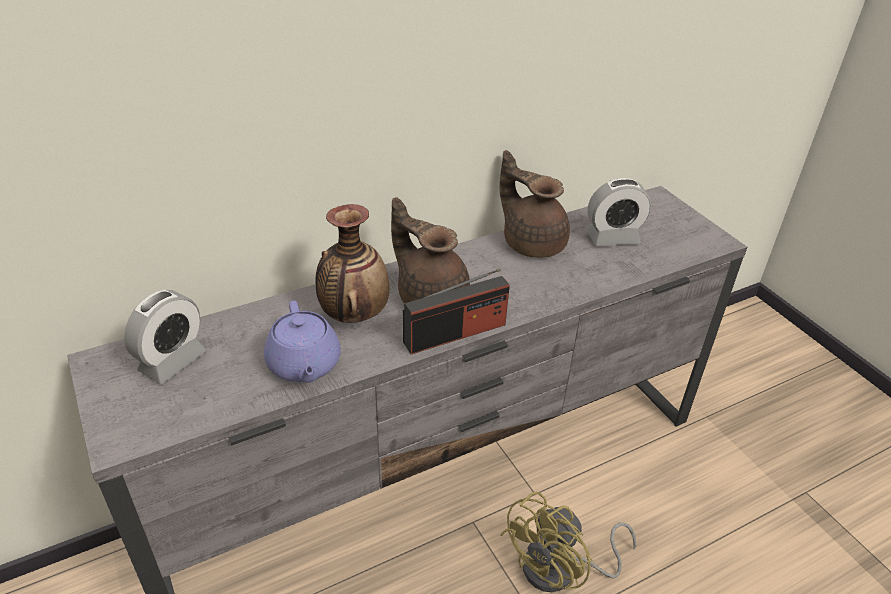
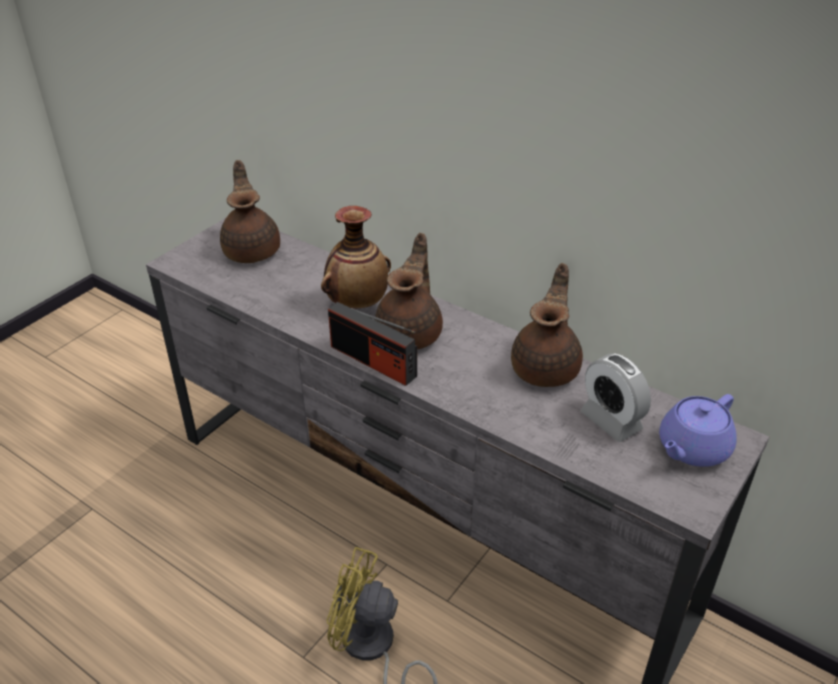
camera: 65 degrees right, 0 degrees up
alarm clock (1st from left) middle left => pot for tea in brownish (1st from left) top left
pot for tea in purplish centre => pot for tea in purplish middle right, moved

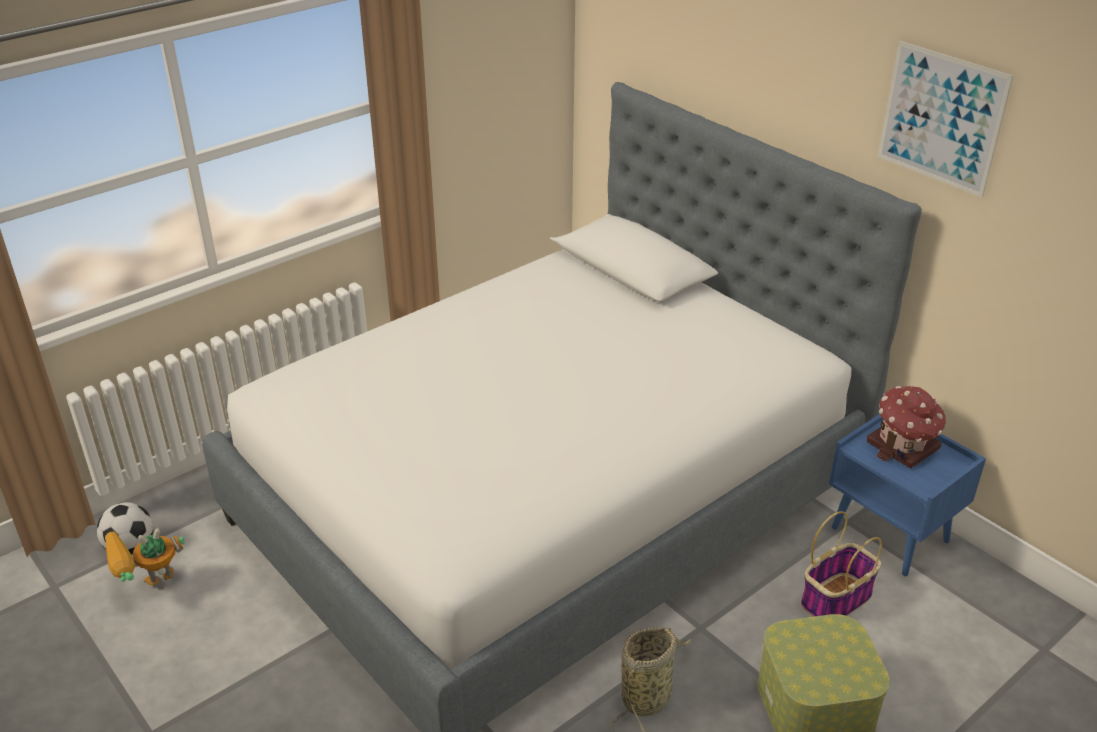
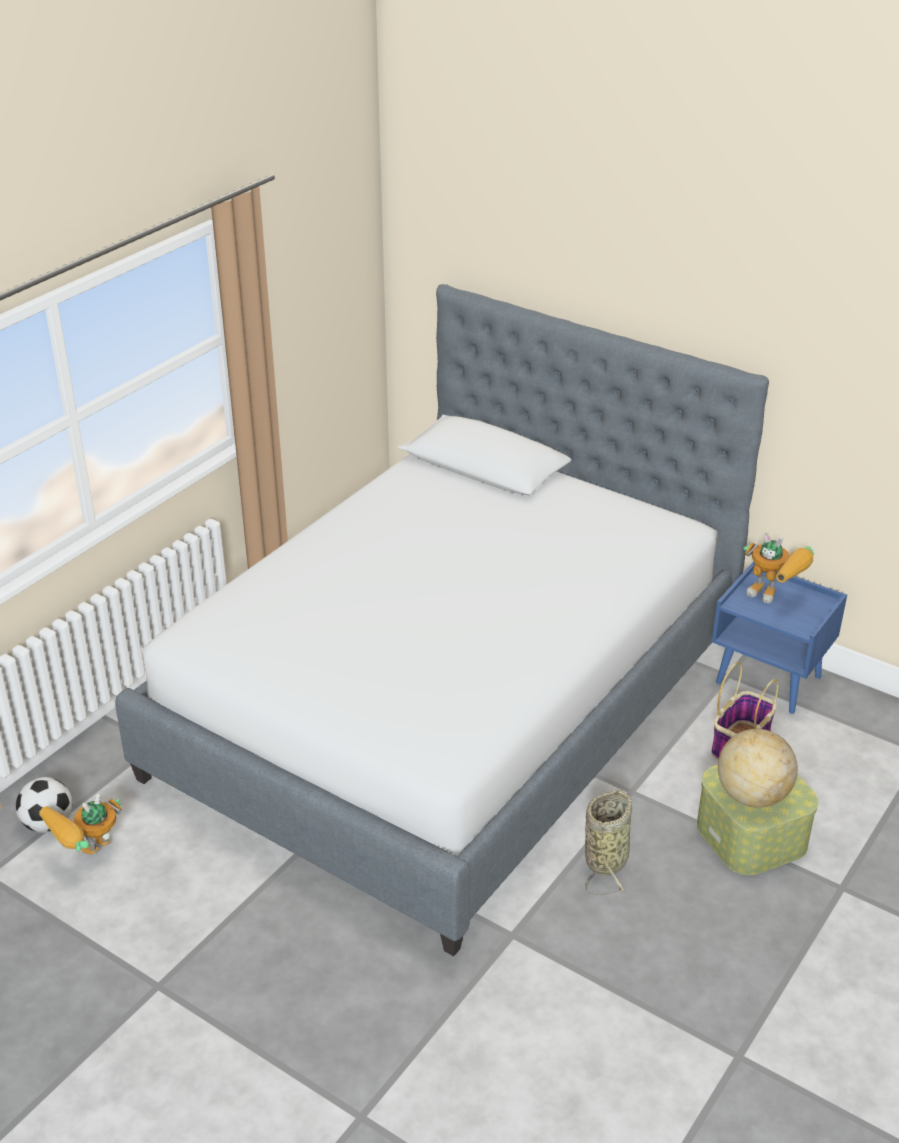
camera: 15 degrees left, 0 degrees up
nothing => globe bottom right
miniature house middle right => toy robot (2nd from left) middle right
wall picture top right => nothing

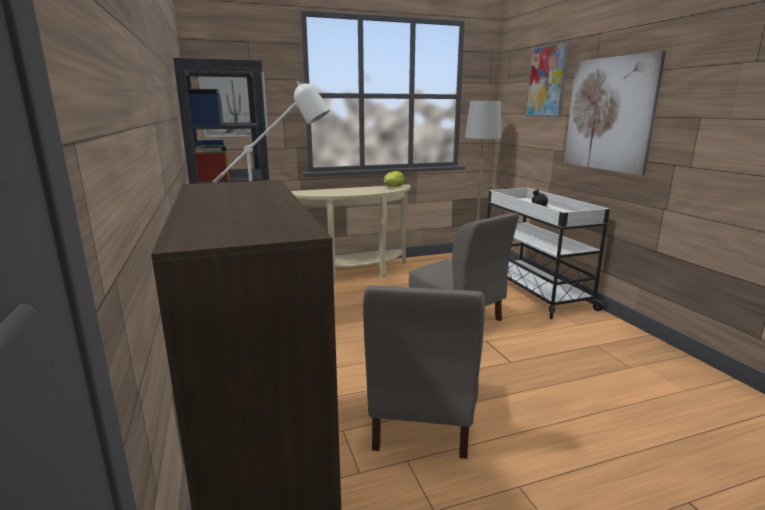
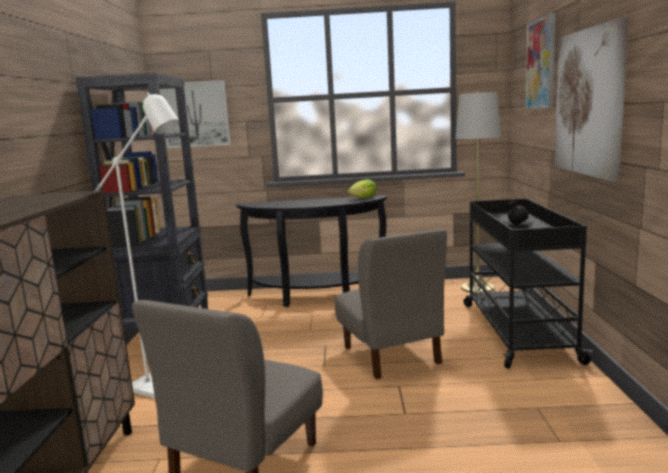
camera: 20 degrees right, 5 degrees down
narrow table in beige centre => narrow table in black centre
wheeled cart in white-coloured middle right => wheeled cart in black middle right

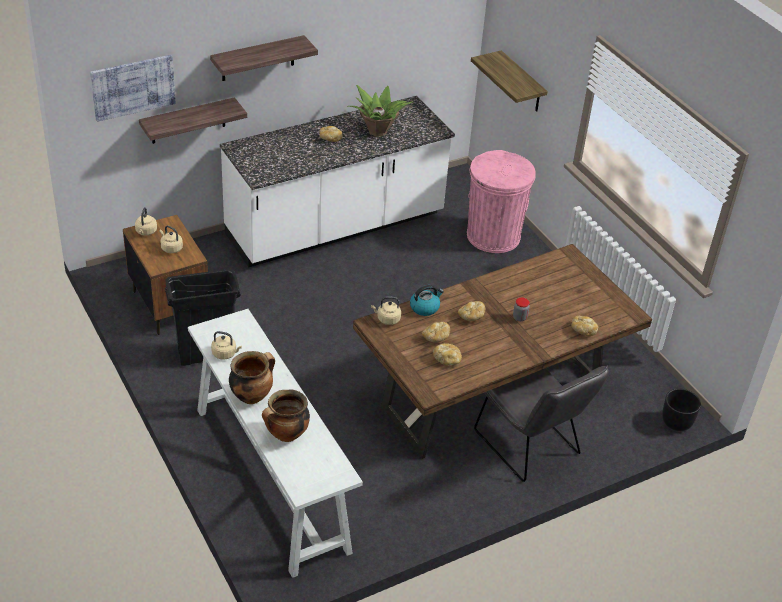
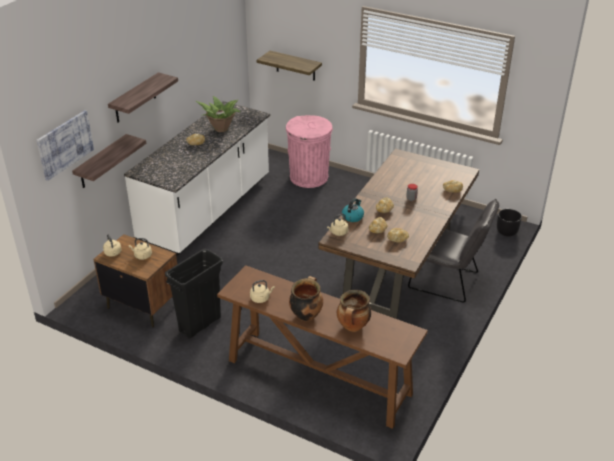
camera: 30 degrees left, 5 degrees down
narrow table in white-coloured bottom centre => narrow table in brownish bottom centre

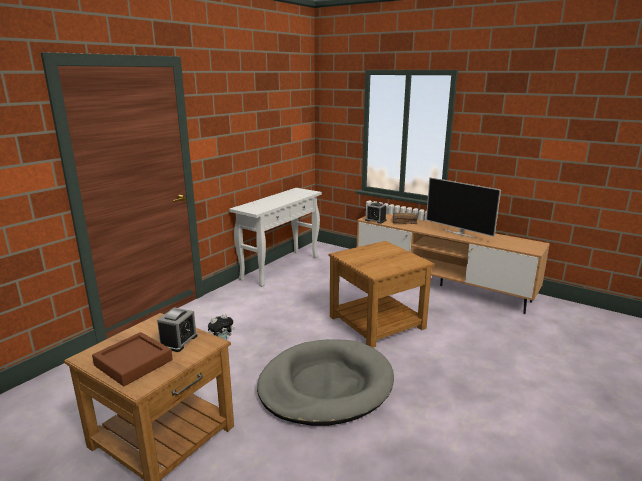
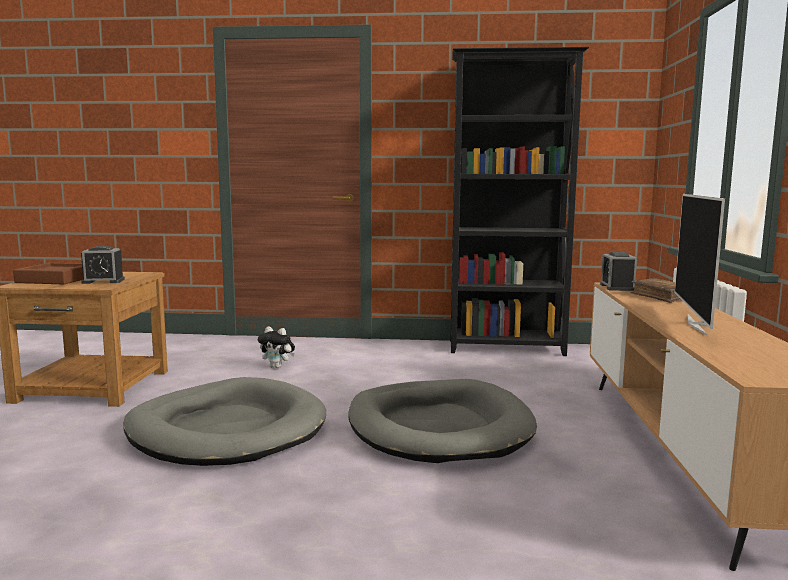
camera: 60 degrees right, 10 degrees down
end table in brownish (2nd from left) centre => dog bed in greyish (2nd from left) bottom centre
narrow table in white-coloured centre => bookshelf in black centre

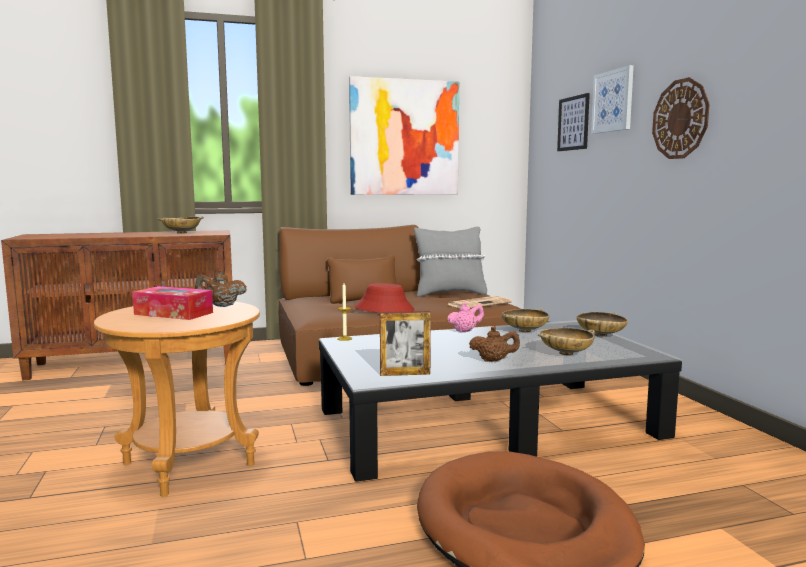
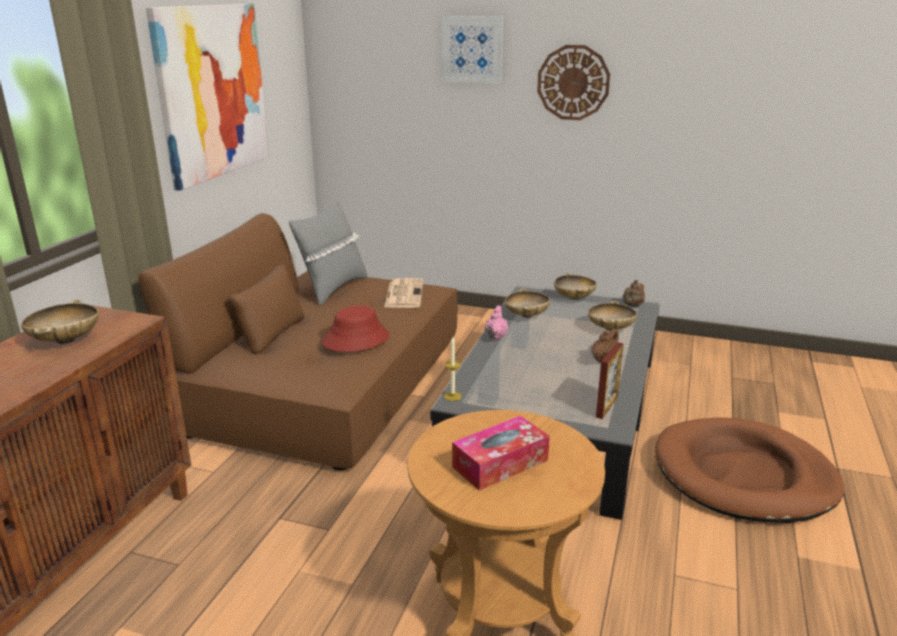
camera: 55 degrees left, 15 degrees up
pot for tea in brownish (1st from left in the first image) middle left => pot for tea in brownish (2nd from left) middle right, moved
wall picture (2nd from left) top right => nothing

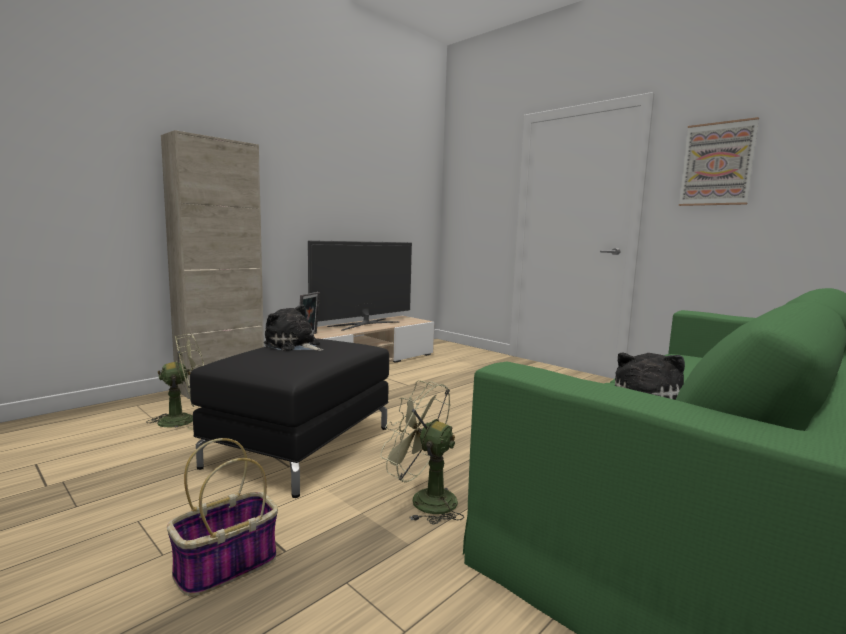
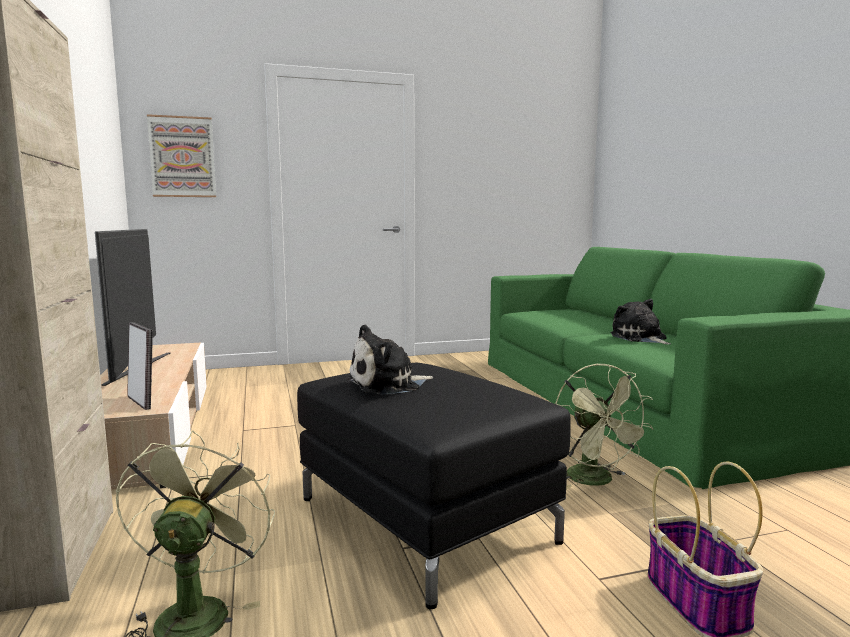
camera: 60 degrees left, 0 degrees up
wall picture top right => wall picture top left, moved
cooling fan in greenish (2nd from left) bottom centre => cooling fan in greenish (2nd from left) bottom right, 75 degrees counterclockwise

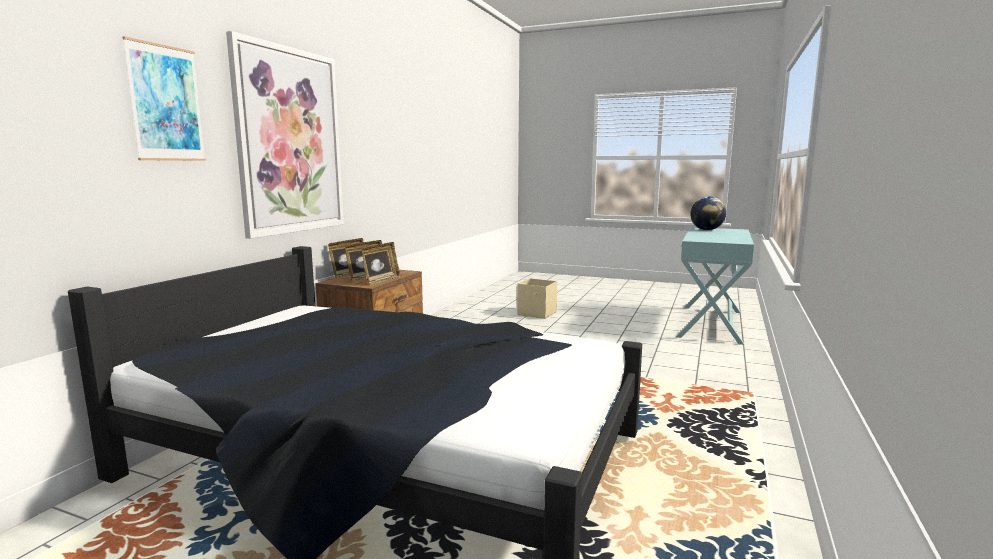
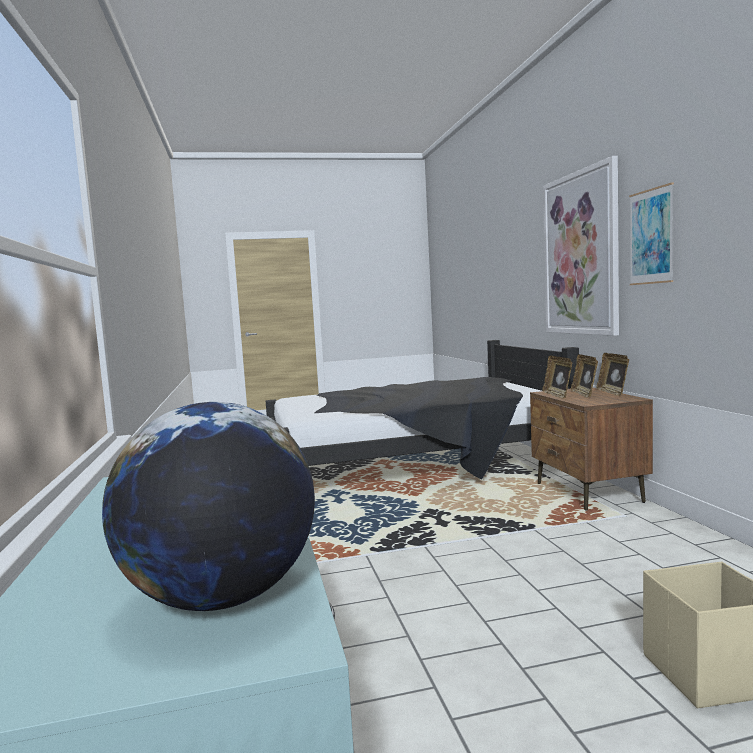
camera: 145 degrees right, 5 degrees down
wall picture (1st from left in the first image) top left => wall picture (2nd from left) top right, moved

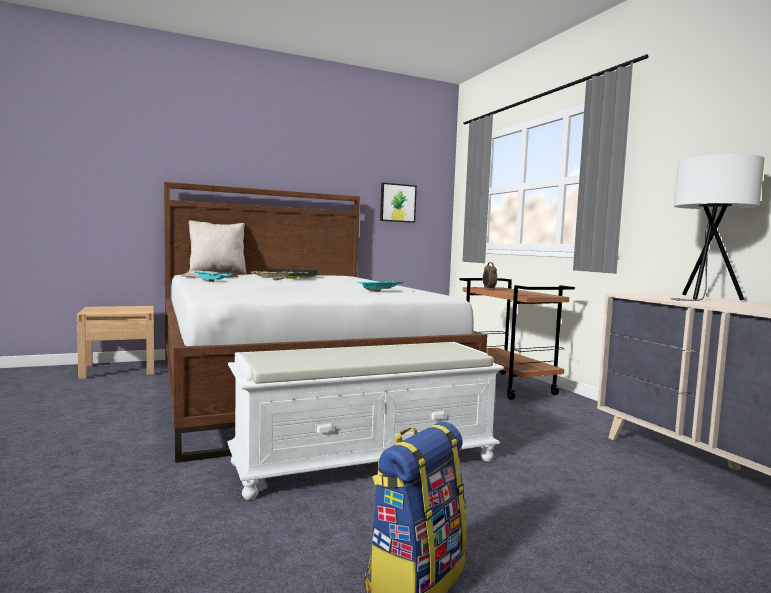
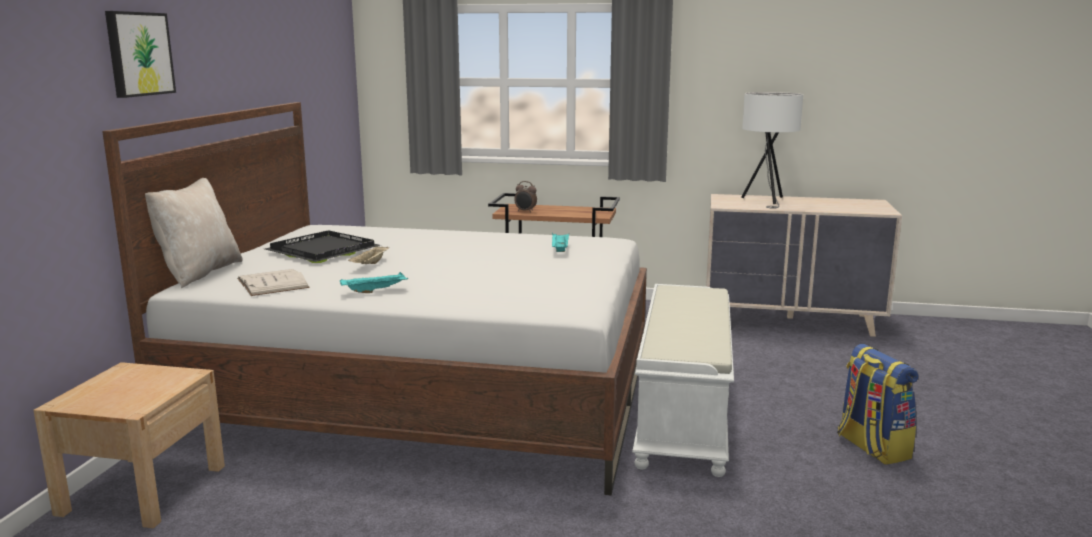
camera: 55 degrees left, 10 degrees up
wall picture centre => wall picture top left, moved

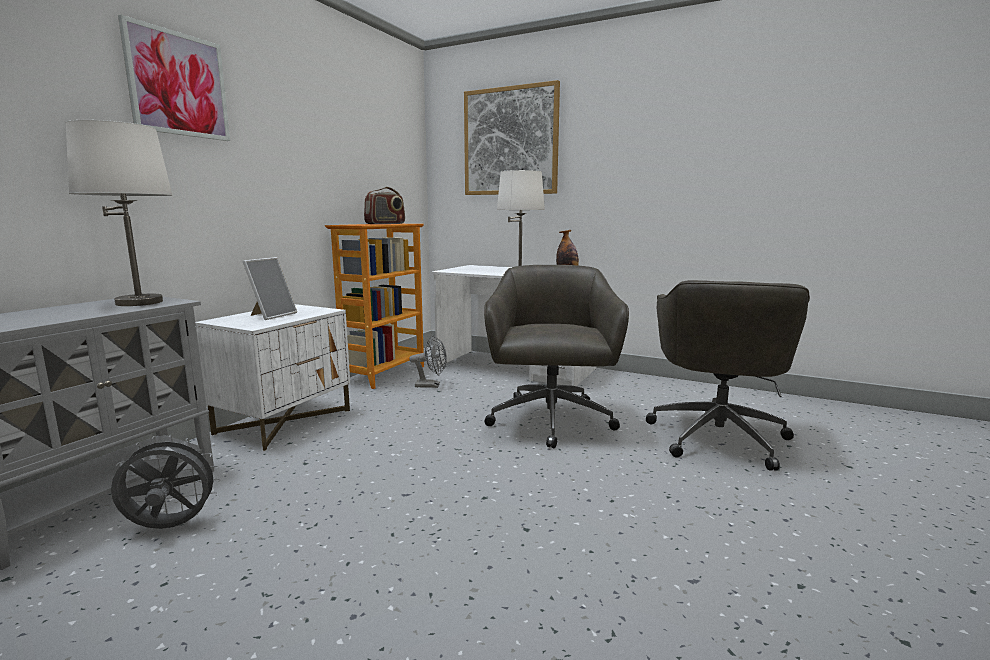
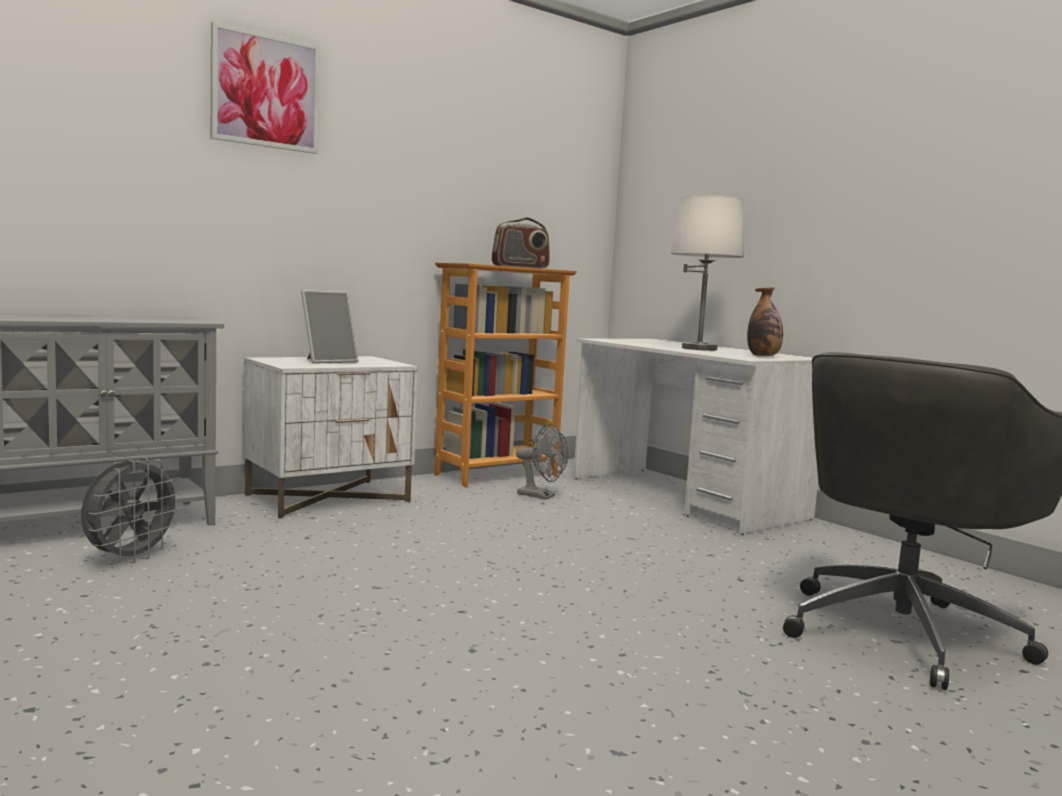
camera: 25 degrees right, 5 degrees down
cooling fan in greyish (1st from left) bottom left => cooling fan in greyish (1st from left) middle left, 105 degrees clockwise
tabletop lamp in white-coloured (1st from left) top left => nothing
wall picture (2nd from left) top centre => nothing
computer chair in greyish (1st from left) centre => nothing

